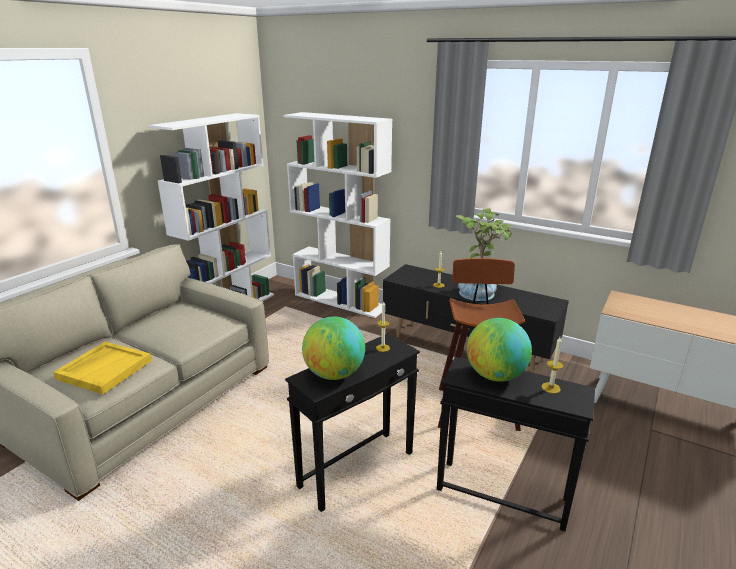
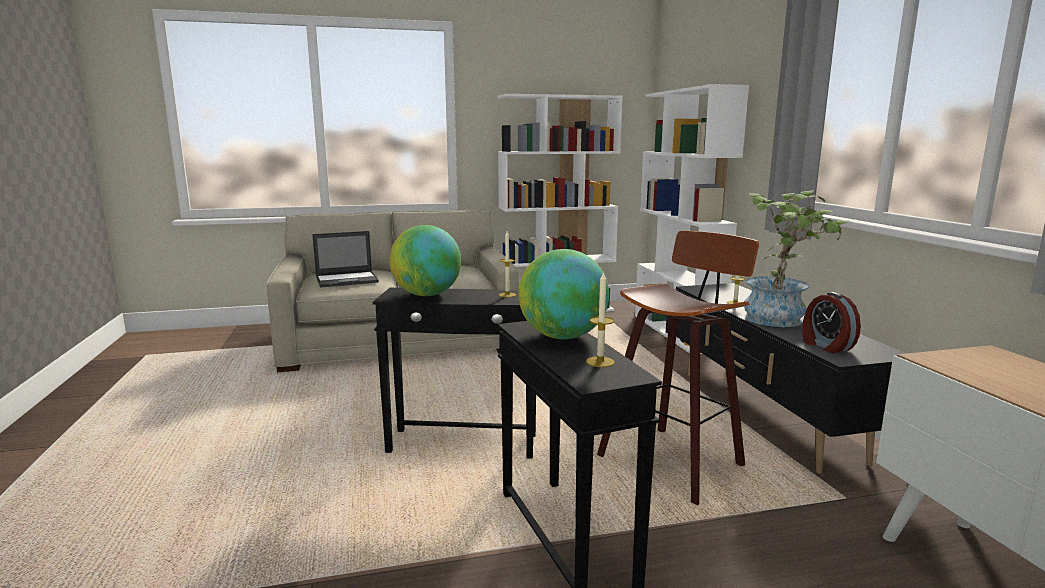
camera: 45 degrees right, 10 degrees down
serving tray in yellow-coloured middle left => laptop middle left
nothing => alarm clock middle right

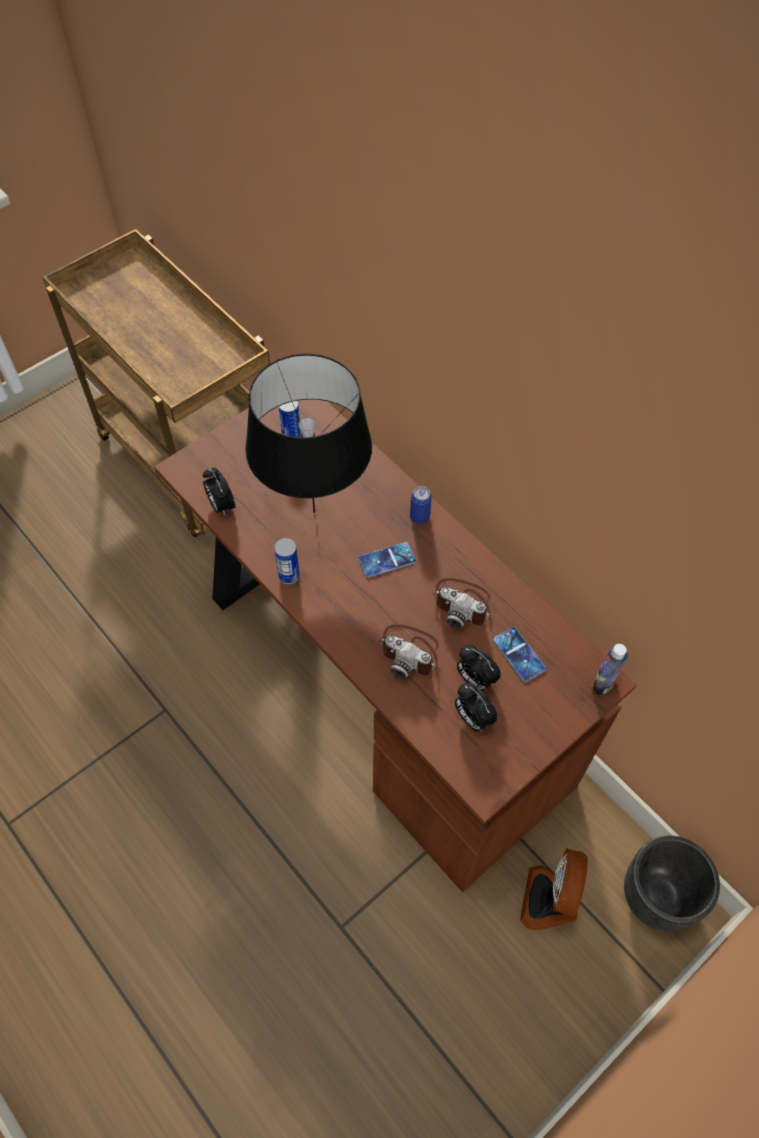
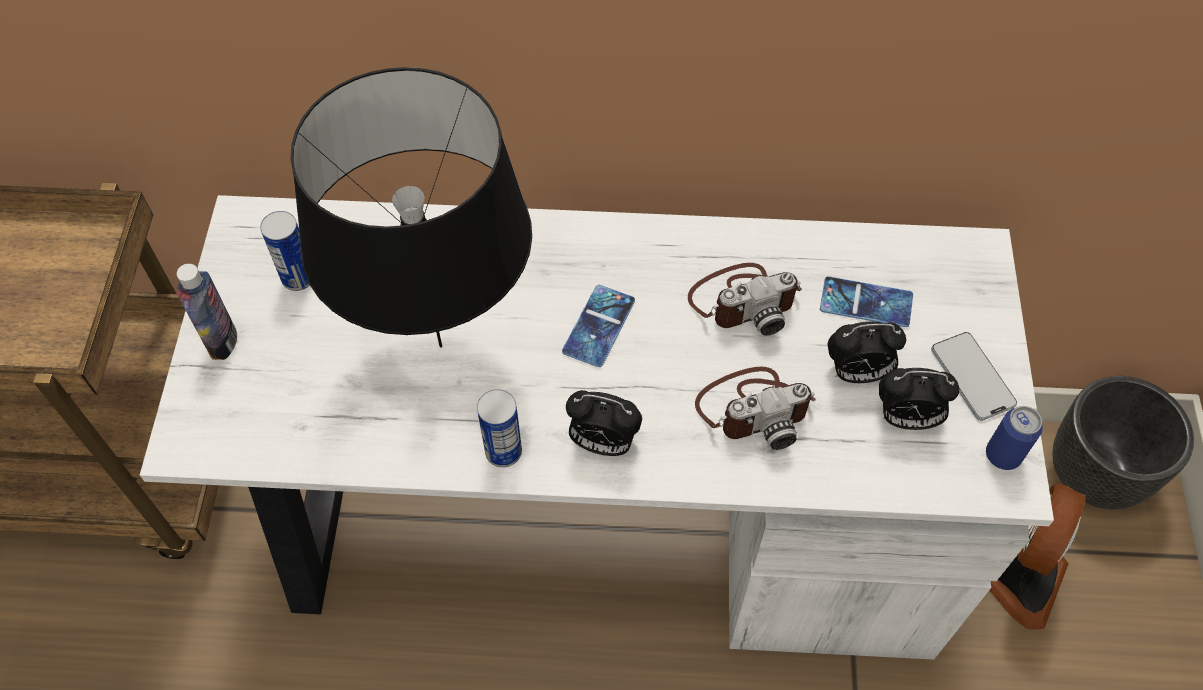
camera: 45 degrees left, 0 degrees up
desk in brownish centre => desk in white-coloured centre
beverage bottle middle right => beverage bottle middle left, moved
alarm clock (1st from left) middle left => alarm clock (1st from left) centre, moved
nothing => handset (3rd from left) middle right
can (3rd from left) centre => can (3rd from left) middle right, moved
cooling fan bottom right, 120 degrees counterclockwise

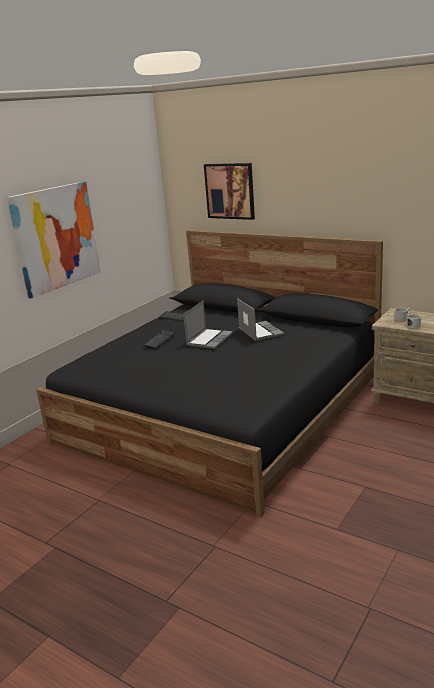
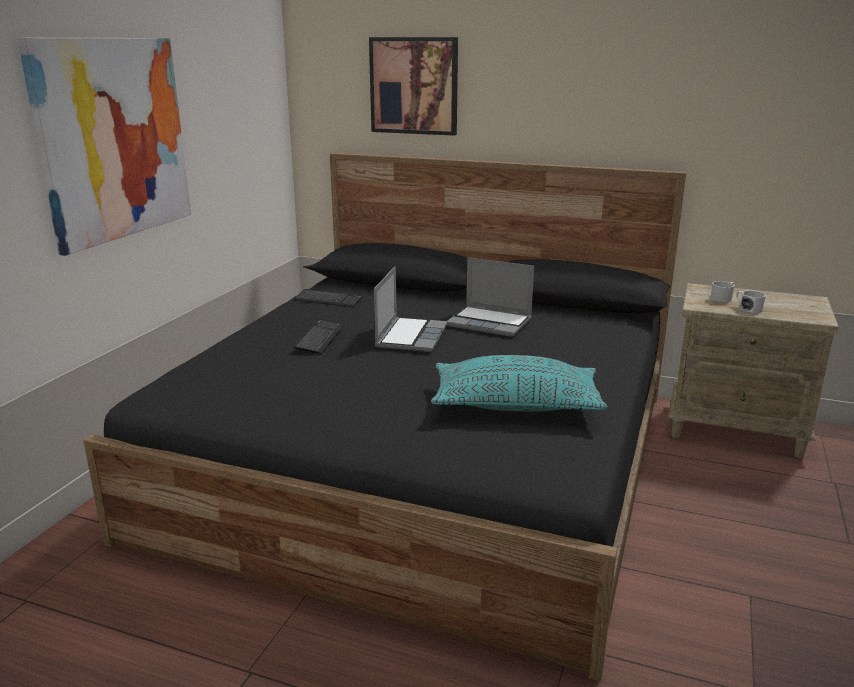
camera: 15 degrees left, 0 degrees up
nothing => throw pillow in turquoise centre
laptop (2nd from left) centre, 150 degrees clockwise

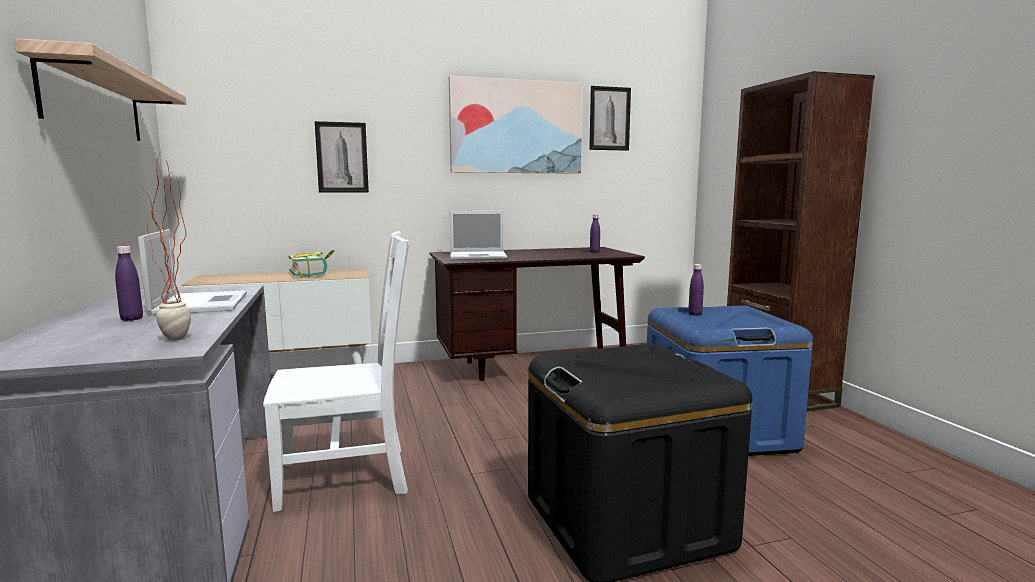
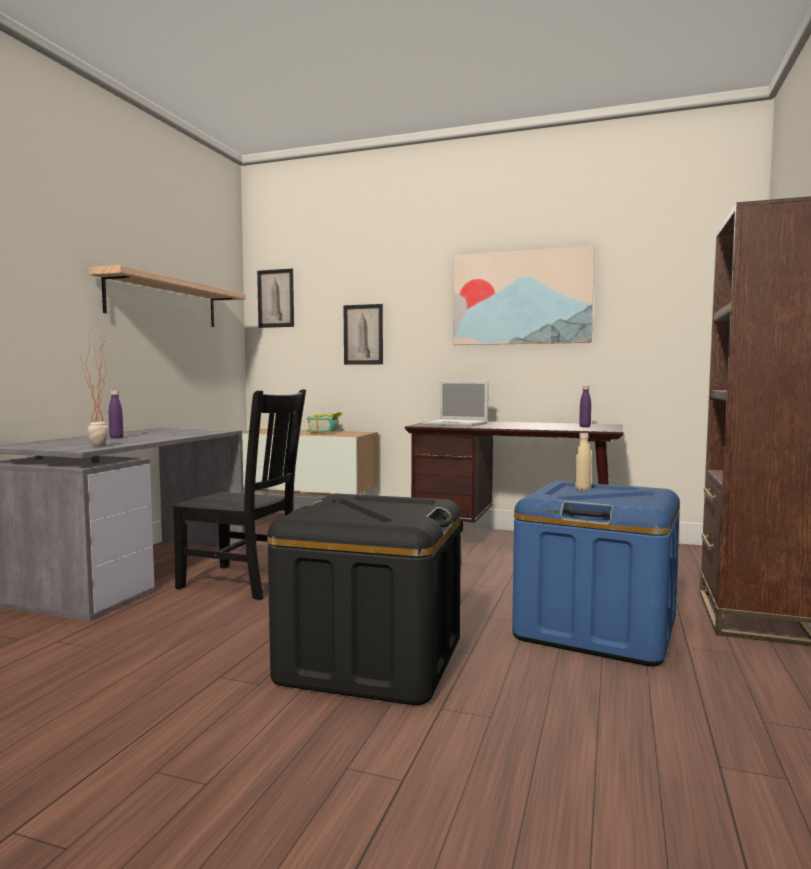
camera: 35 degrees right, 5 degrees down
plain chair in white-coloured middle left => plain chair in black middle left
wall picture (3rd from left in the first image) top centre => wall picture (1st from left) centre, moved
beverage bottle in purplish (3rd from left) middle right => beverage bottle in beige middle right
laptop (1st from left) middle left => nothing

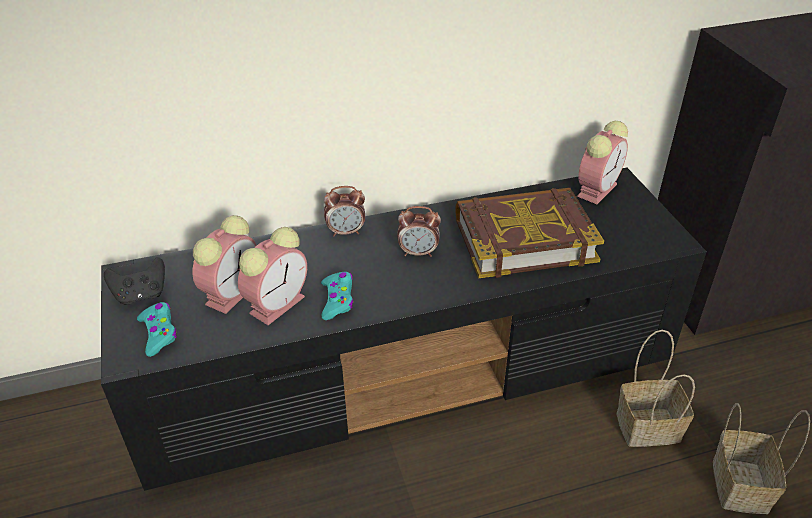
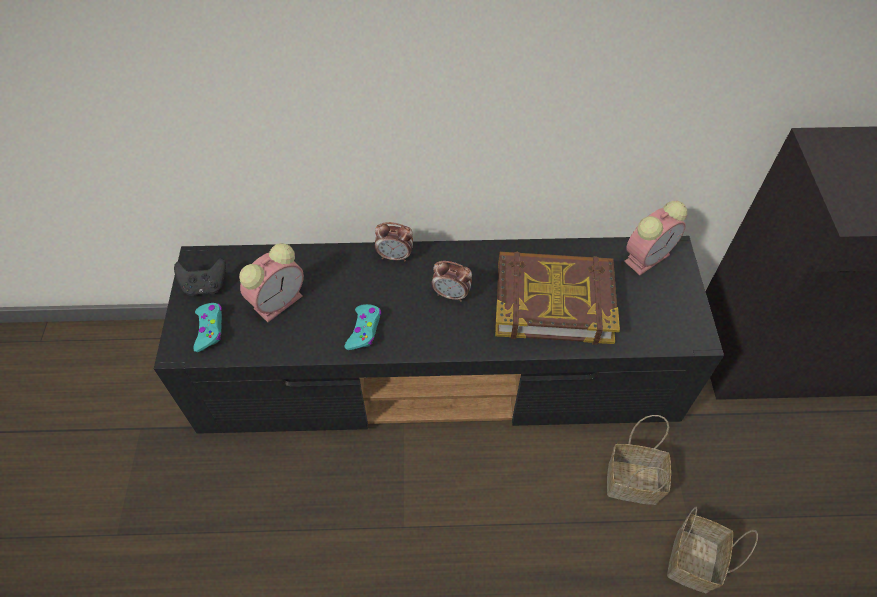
camera: 15 degrees right, 15 degrees up
alarm clock (2nd from left) centre => nothing

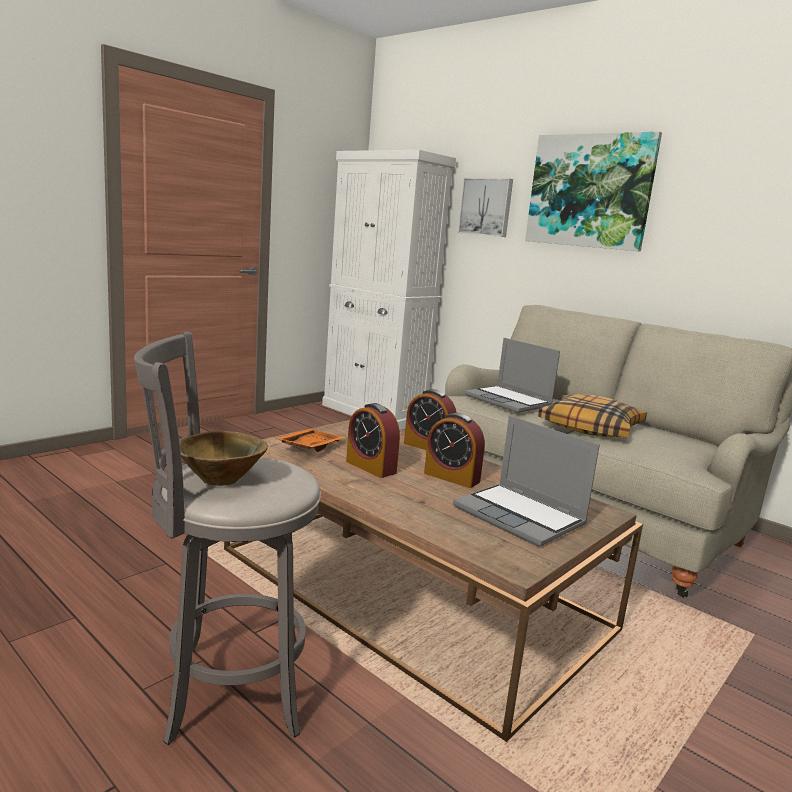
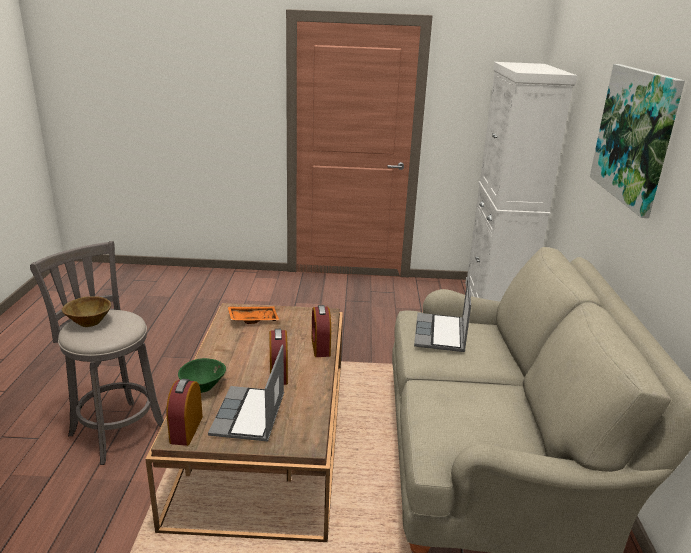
camera: 50 degrees right, 10 degrees up
alarm clock (1st from left) centre => alarm clock (1st from left) bottom left, moved
nothing => serving bowl in greenish bottom left
wall picture (1st from left) top centre => nothing
throw pillow middle right => nothing

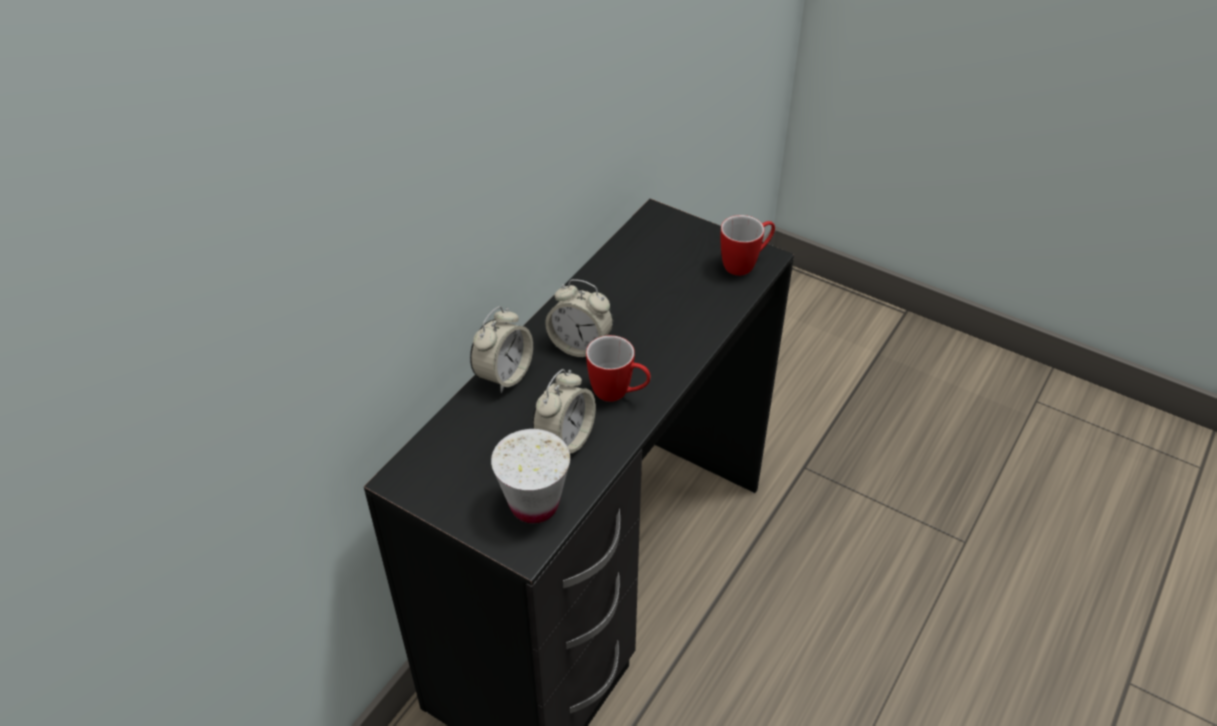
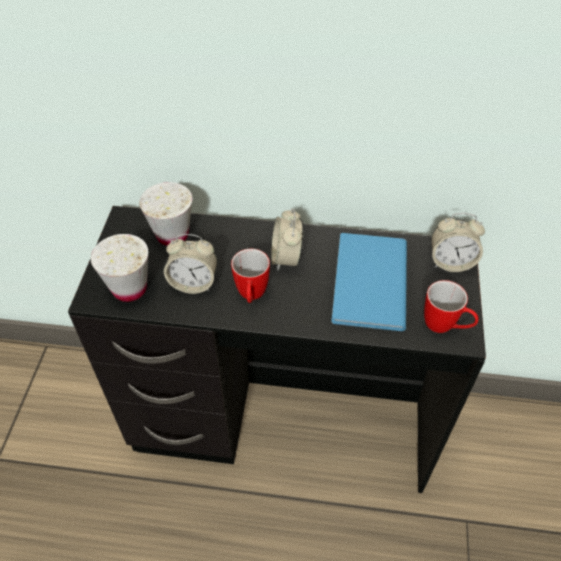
camera: 65 degrees right, 5 degrees up
nothing => cup in white-coloured (2nd from left) middle left
nothing => volume in blue centre
alarm clock (1st from left in the first image) centre => alarm clock (3rd from left) middle right, moved

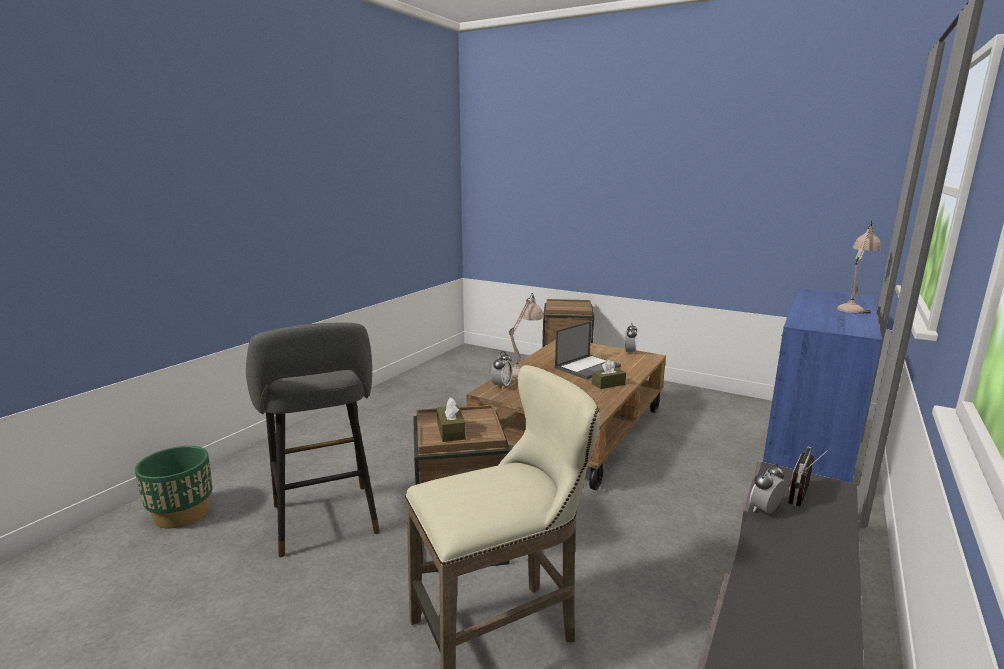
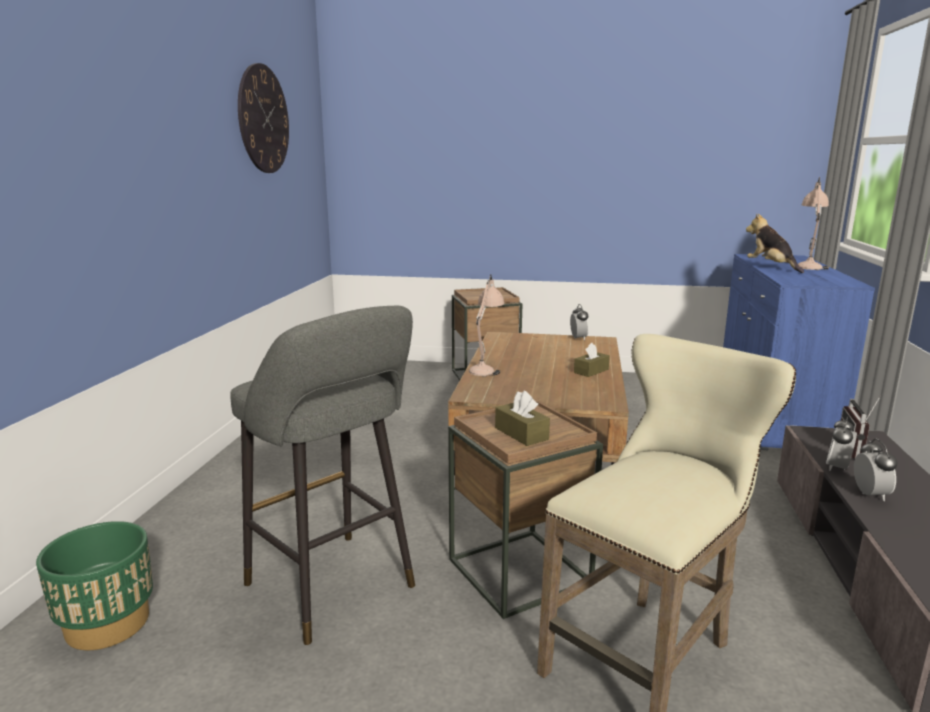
camera: 20 degrees left, 0 degrees up
nothing => clock on the wall top left
nothing => plush toy middle right
alarm clock (1st from left in the first image) centre => alarm clock (3rd from left) middle right, moved
laptop centre => nothing

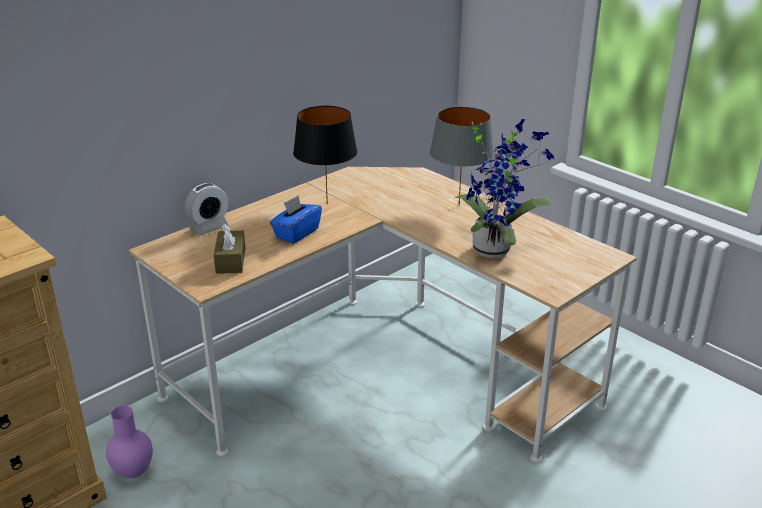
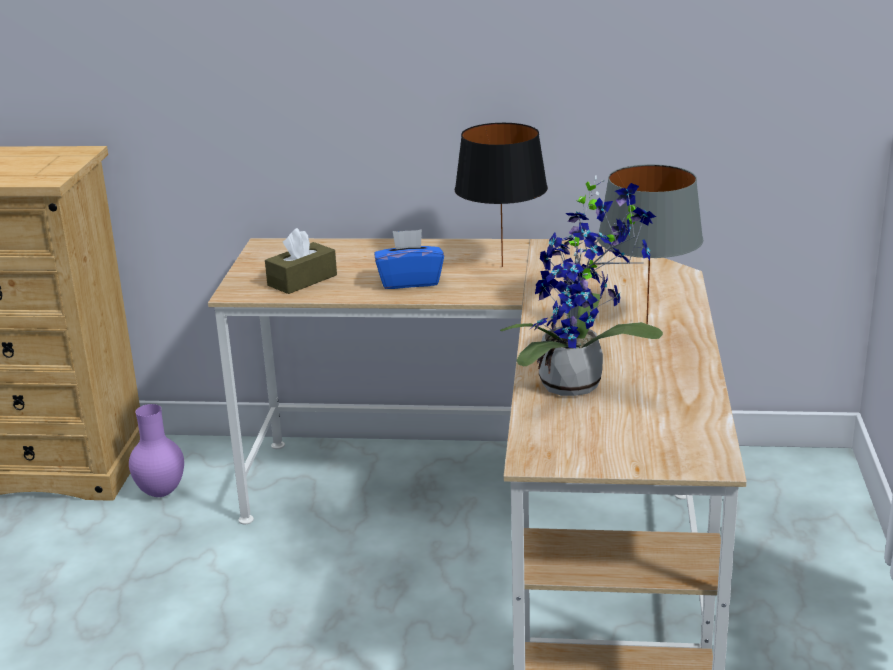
camera: 50 degrees right, 5 degrees down
alarm clock middle left => nothing

